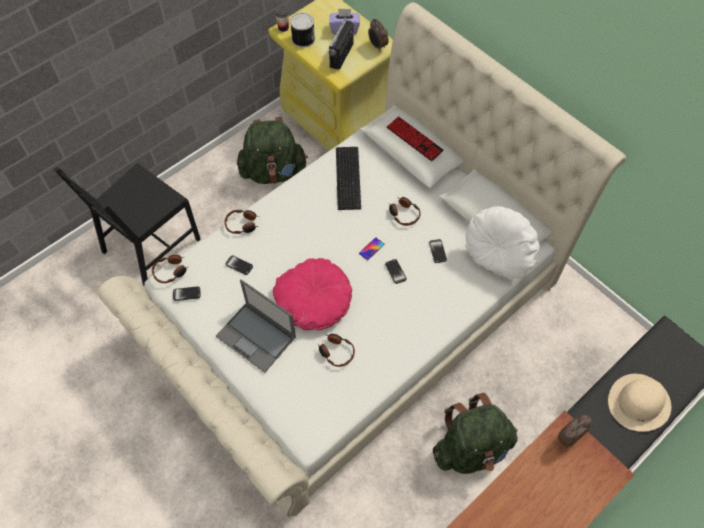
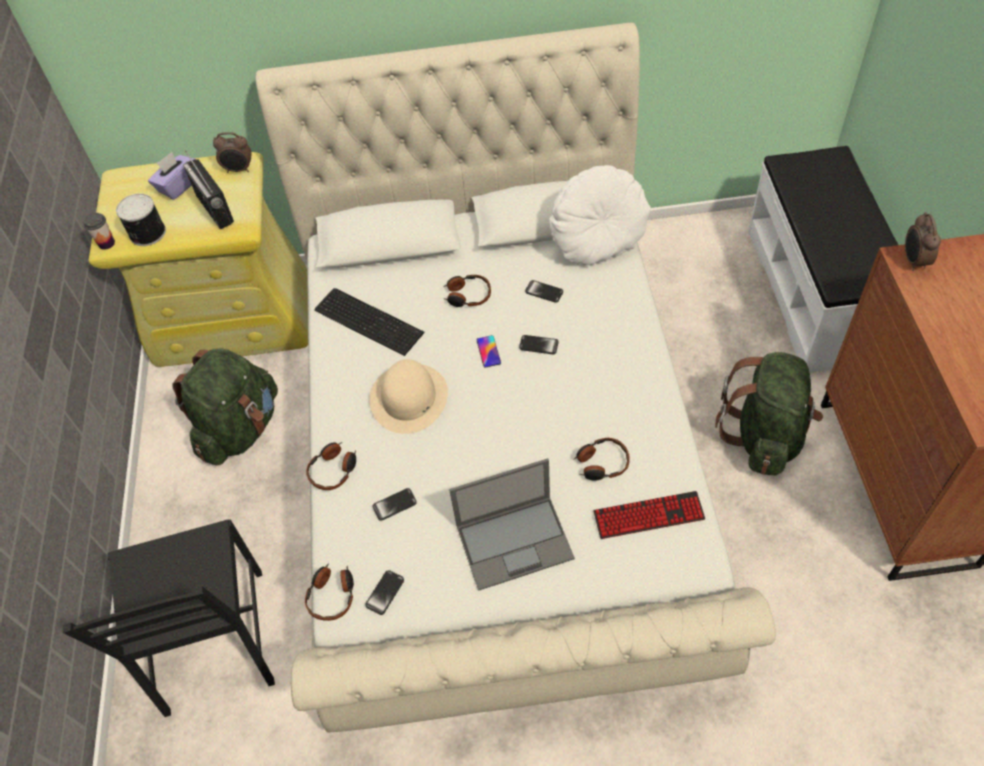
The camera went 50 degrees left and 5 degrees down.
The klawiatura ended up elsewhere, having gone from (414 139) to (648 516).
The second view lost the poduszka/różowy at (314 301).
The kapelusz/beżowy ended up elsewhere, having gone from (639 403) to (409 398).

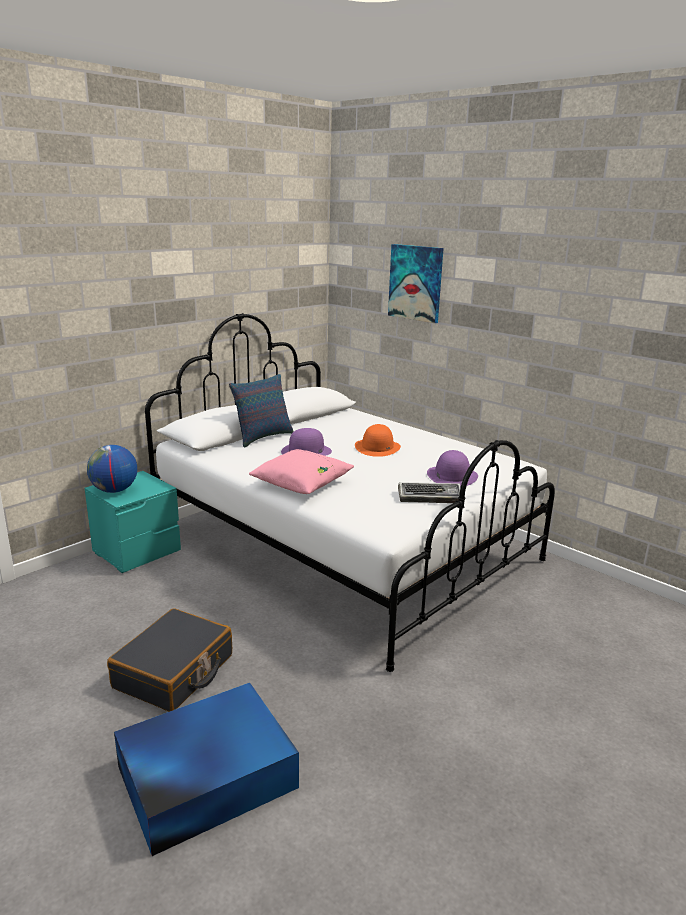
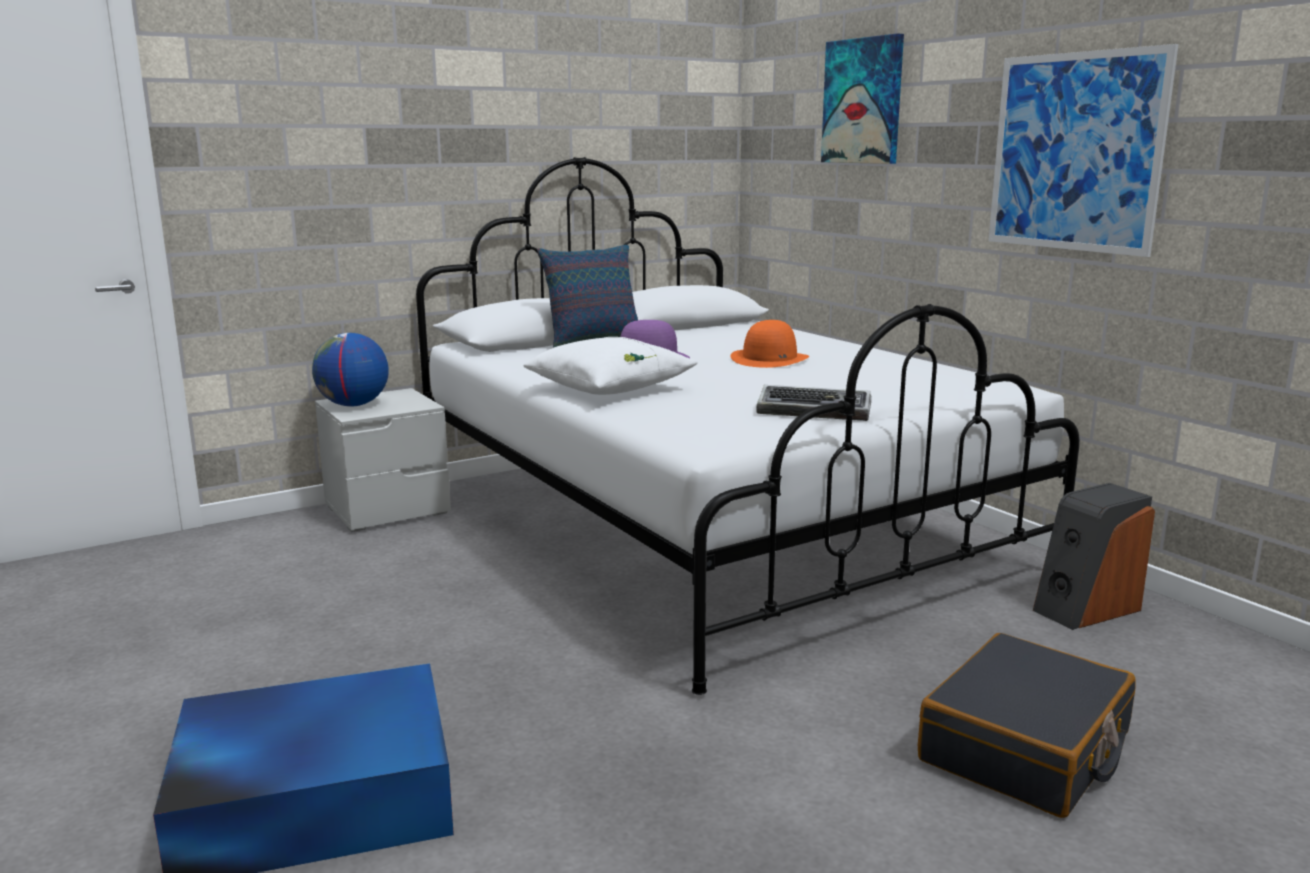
The camera went 15 degrees right and 5 degrees down.
What was the poduszka/różowy at (301 484) turned into the poduszka/biały at (609 389).
The second view lost the kapelusz/fioletowy at (452 476).
What was the szafka nocna/turkusowy at (136 552) turned into the szafka nocna/biały at (386 509).
The walizka/czarny ended up elsewhere, having gone from (174 672) to (1026 748).
The second view gained the obraz at (1075 152).
The second view gained the głośnik at (1085 609).

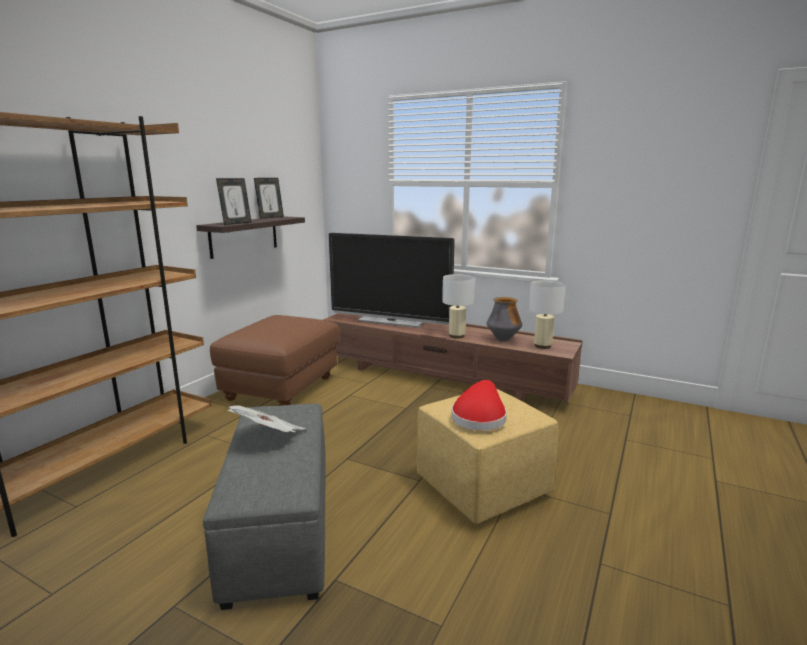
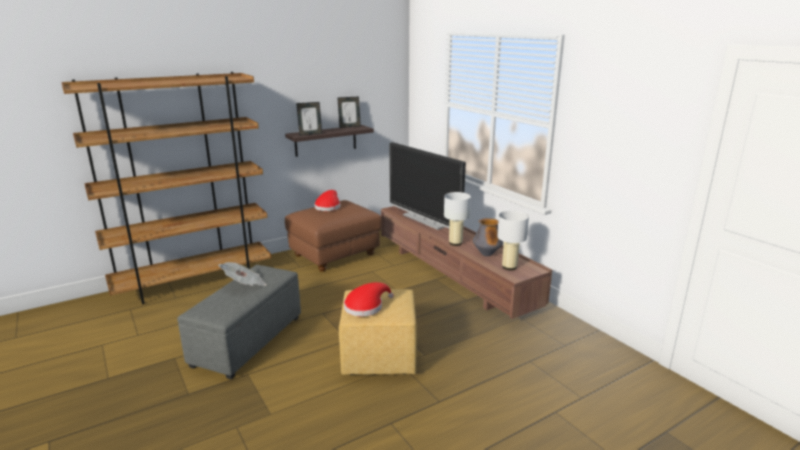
The camera went 30 degrees right and 5 degrees up.
The second view gained the kapelusz/czerwony at (328 207).

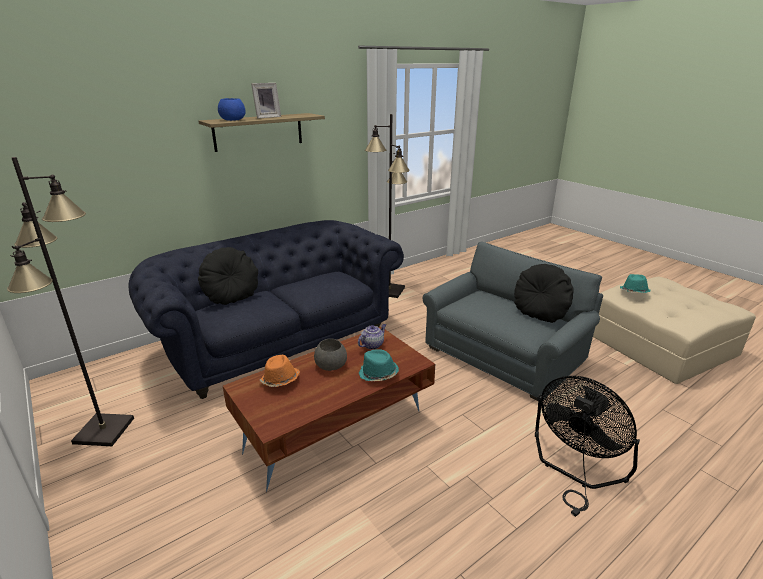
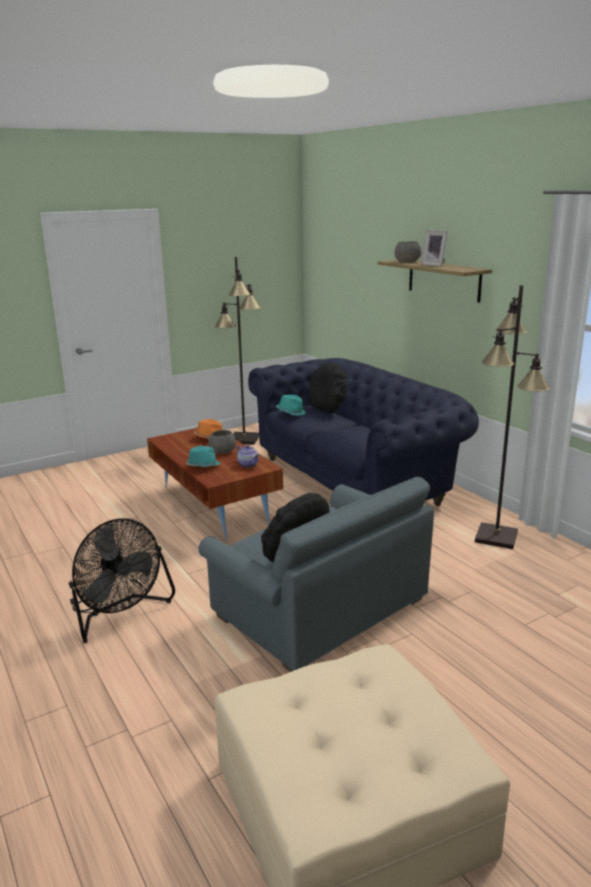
The camera went 95 degrees right and 5 degrees down.
What was the miska/niebieski at (232 120) turned into the miska/szary at (406 262).
The kapelusz/turkusowy ended up elsewhere, having gone from (634 292) to (291 412).

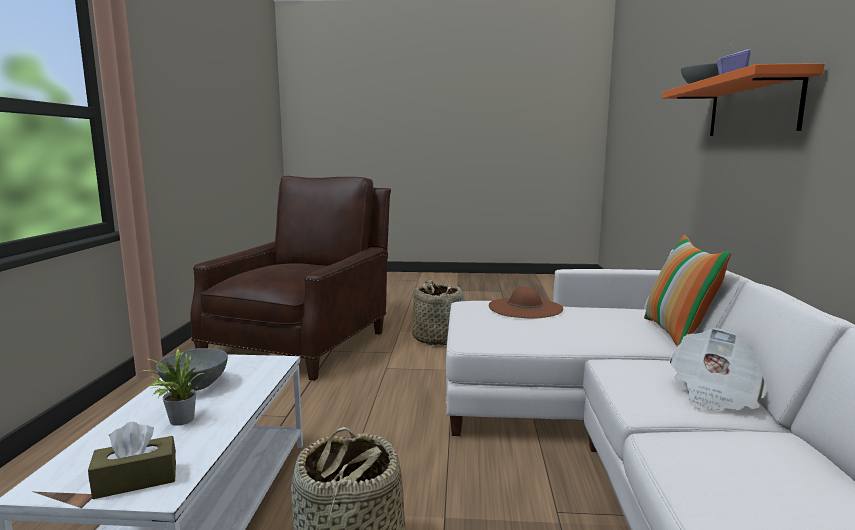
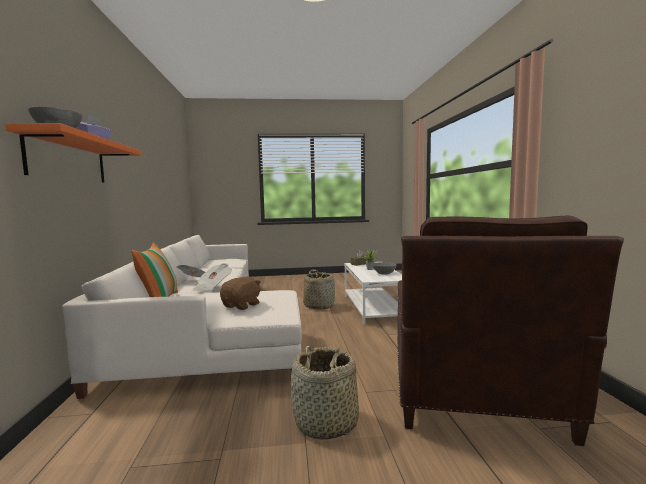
The camera went 170 degrees right and 5 degrees down.
Where the kapelusz/brązowy stood at (525 307), the pluszak/brązowy came to stand at (242 305).
The second view gained the gazeta at (212 287).

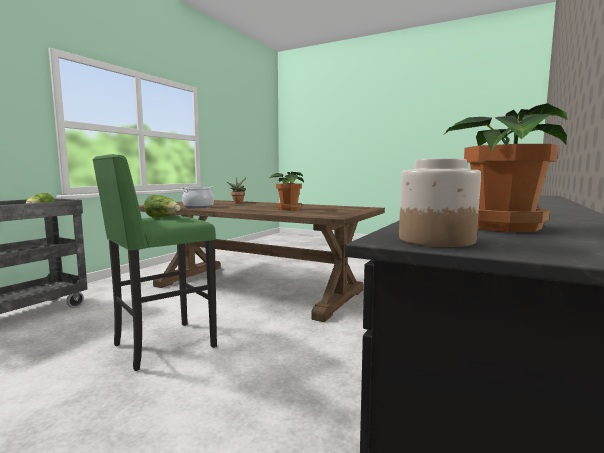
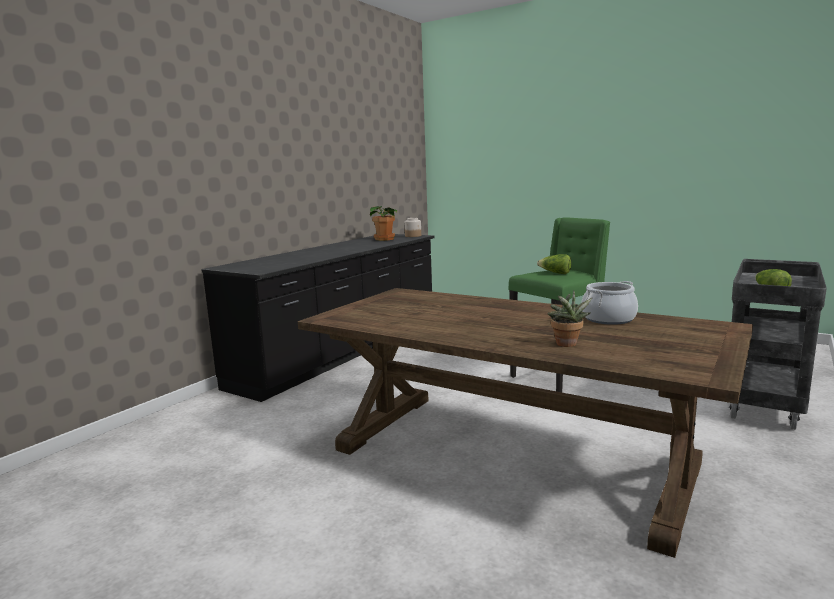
The camera went 175 degrees left and 5 degrees up.
The second view lost the roślina doniczkowa at (288 209).

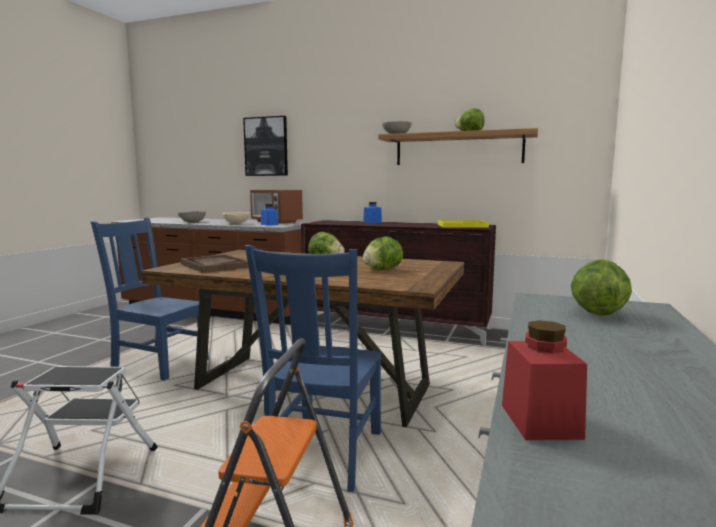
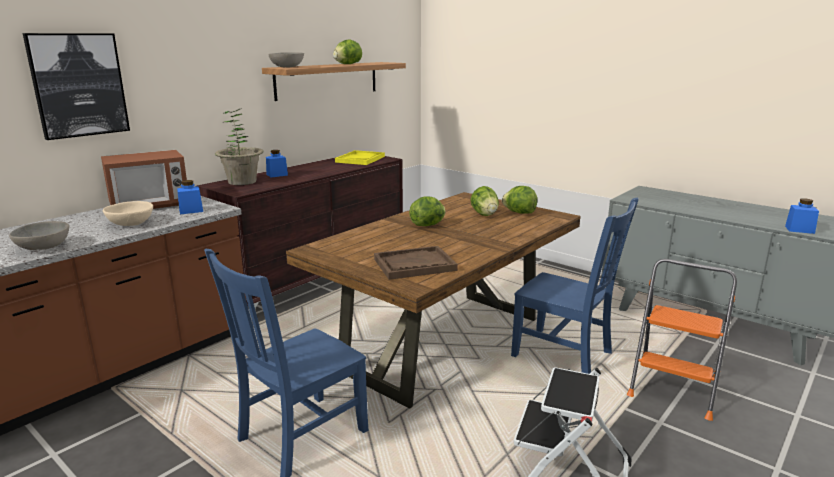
The camera went 70 degrees left and 10 degrees up.
The sałata ended up elsewhere, having gone from (596 313) to (519 213).
What was the słoik/czerwony at (540 421) turned into the słoik/niebieski at (799 230).
The second view gained the roślina doniczkowa at (242 182).

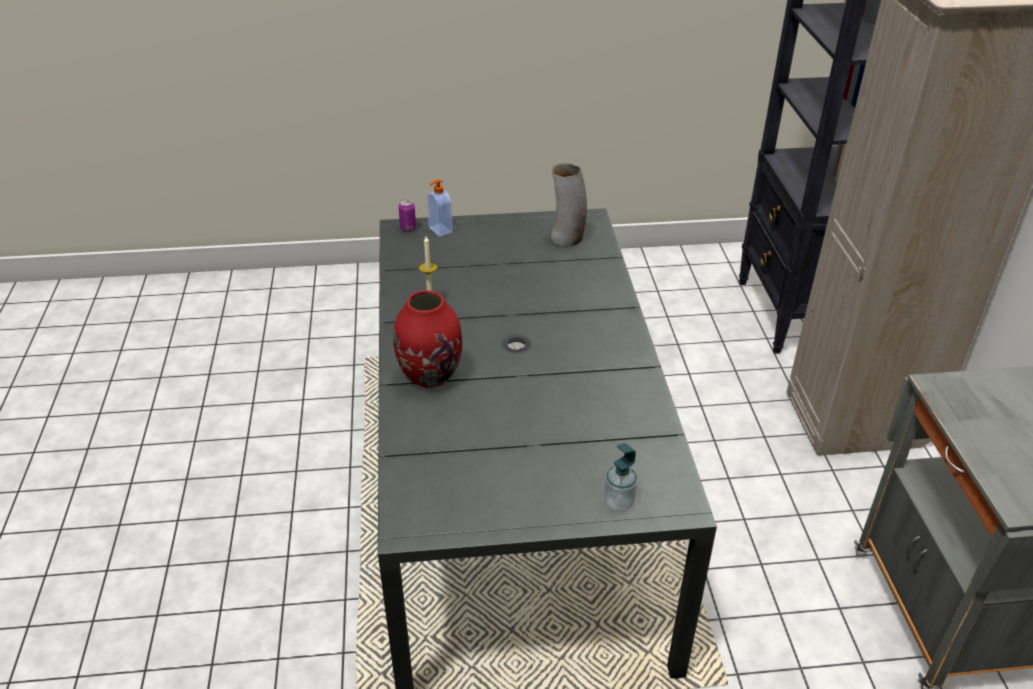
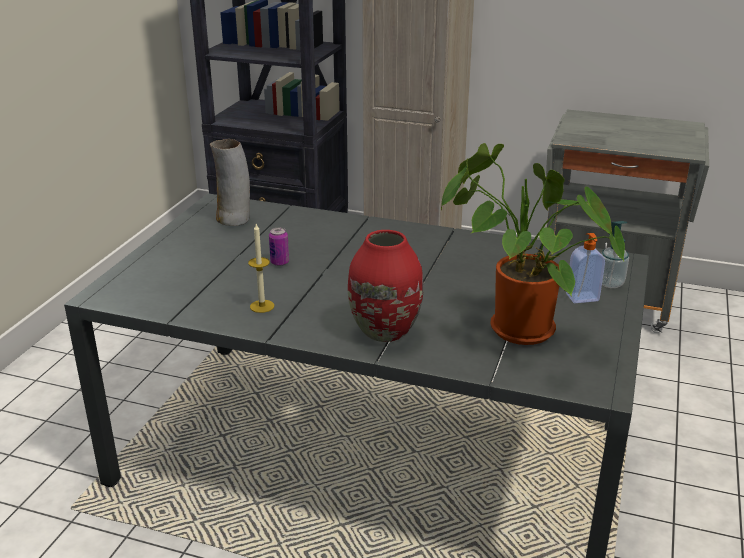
The camera went 65 degrees left and 10 degrees down.
The dozownik mydła ended up elsewhere, having gone from (439 230) to (582 298).
The puszka ended up elsewhere, having gone from (408 228) to (279 262).
The second view gained the roślina doniczkowa at (514 329).

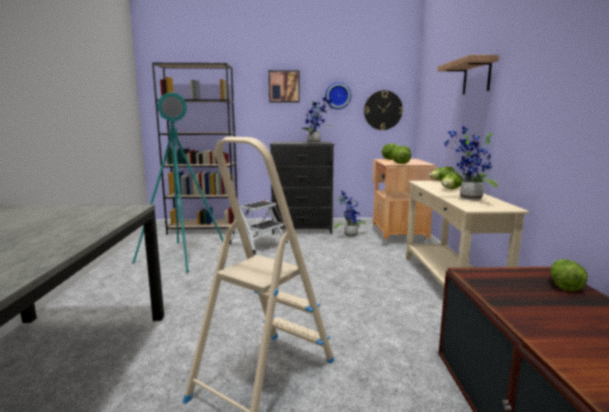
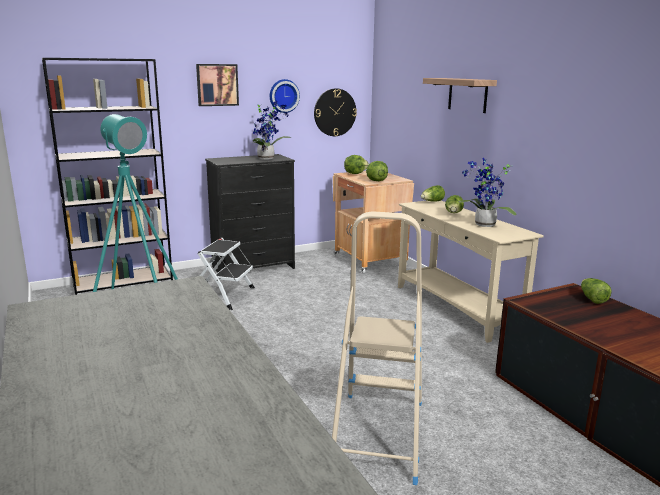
The camera went 25 degrees left and 5 degrees up.
The second view lost the roślina doniczkowa at (349 234).

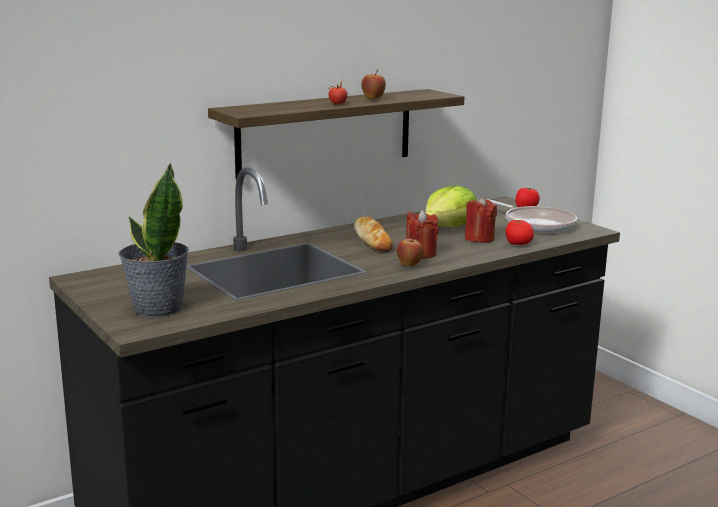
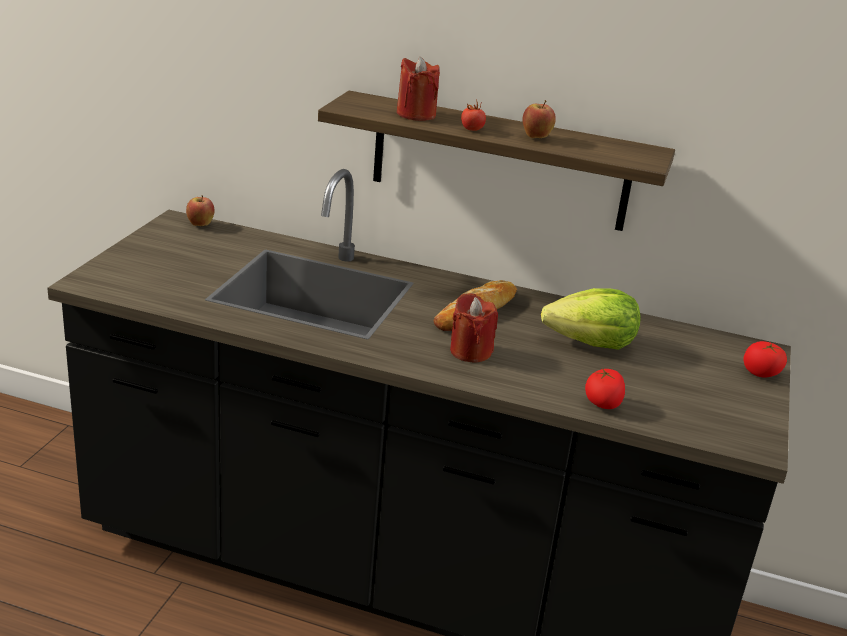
The camera went 50 degrees right and 10 degrees up.
The second view lost the roślina doniczkowa at (157 308).
The świeca/czerwony ended up elsewhere, having gone from (479 238) to (416 114).
The second view lost the patelnia at (536 224).
The jabłko ended up elsewhere, having gone from (409 265) to (200 225).

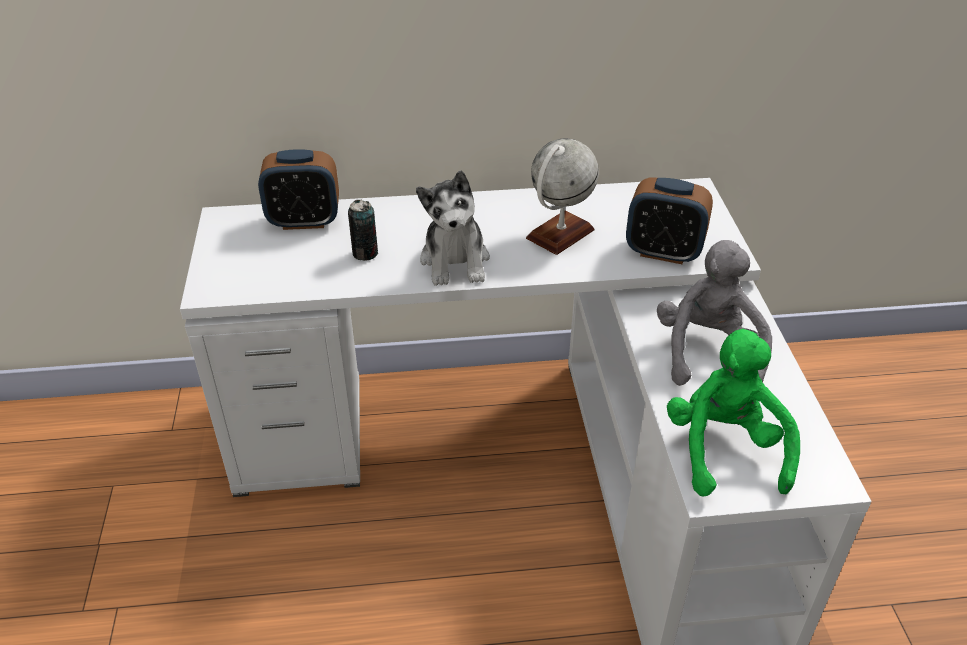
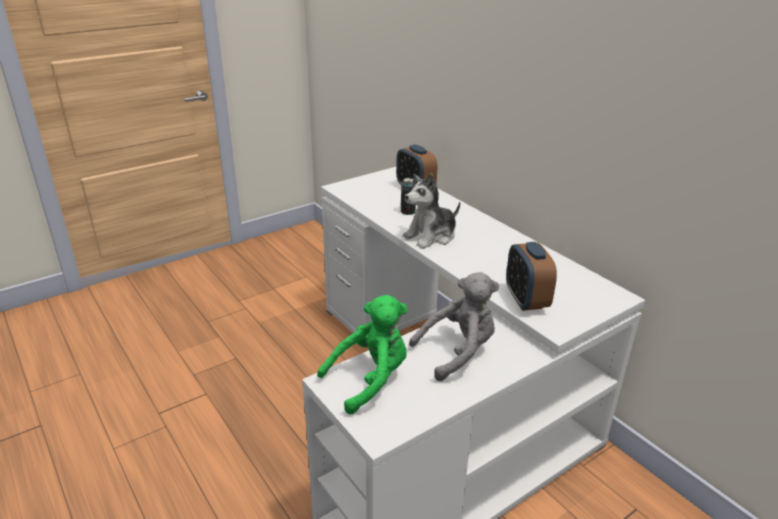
The camera went 60 degrees right and 10 degrees down.
The second view lost the globus at (560 234).

